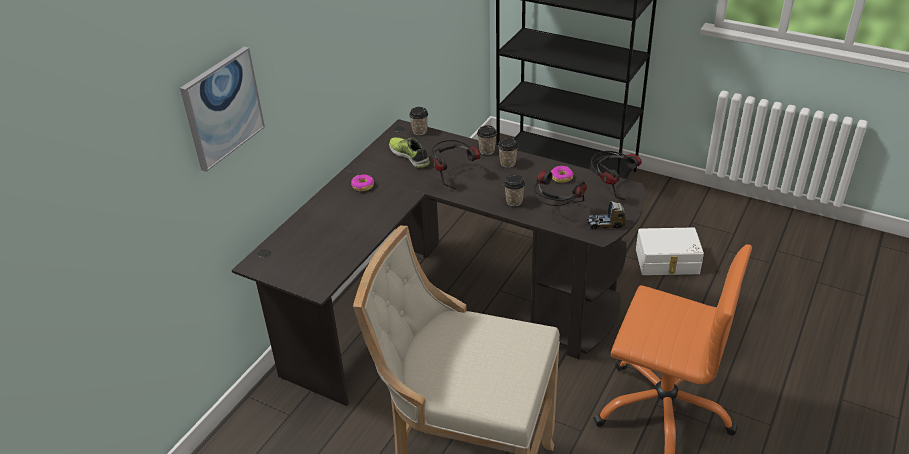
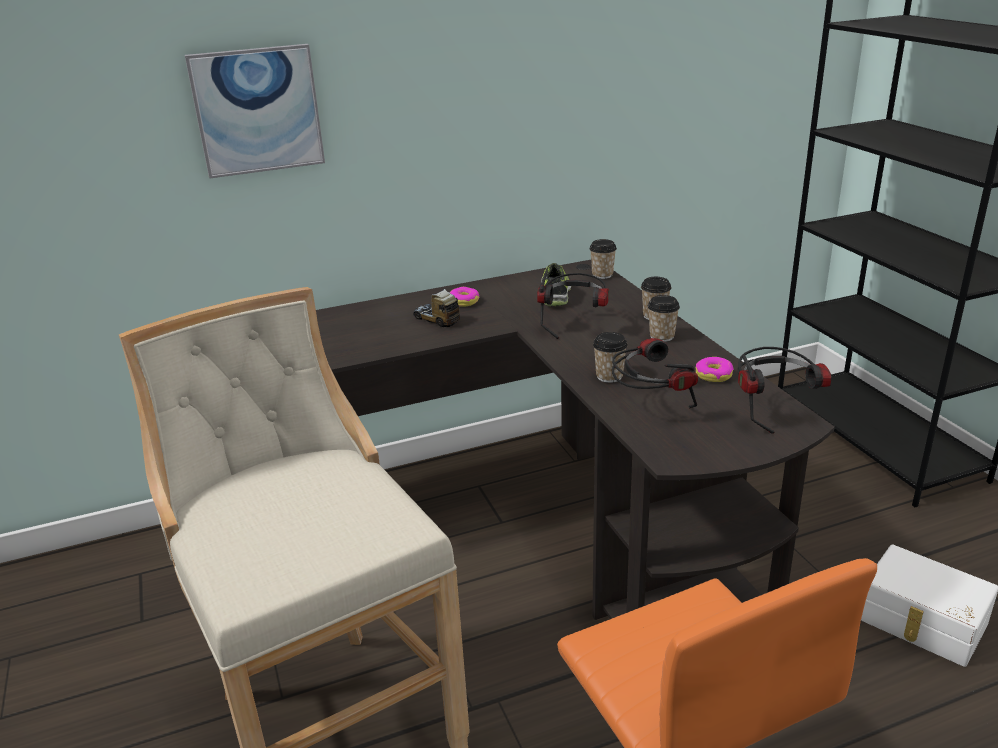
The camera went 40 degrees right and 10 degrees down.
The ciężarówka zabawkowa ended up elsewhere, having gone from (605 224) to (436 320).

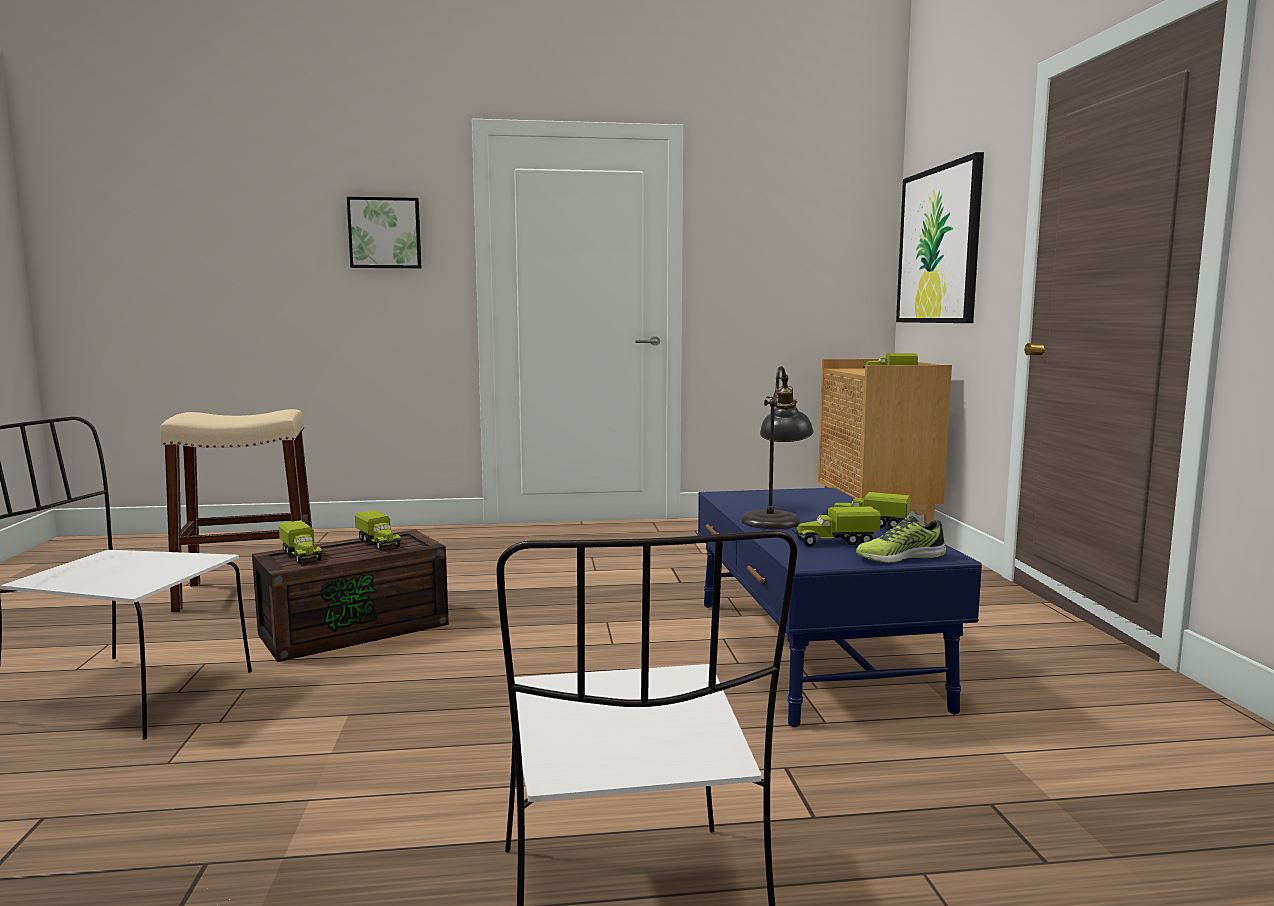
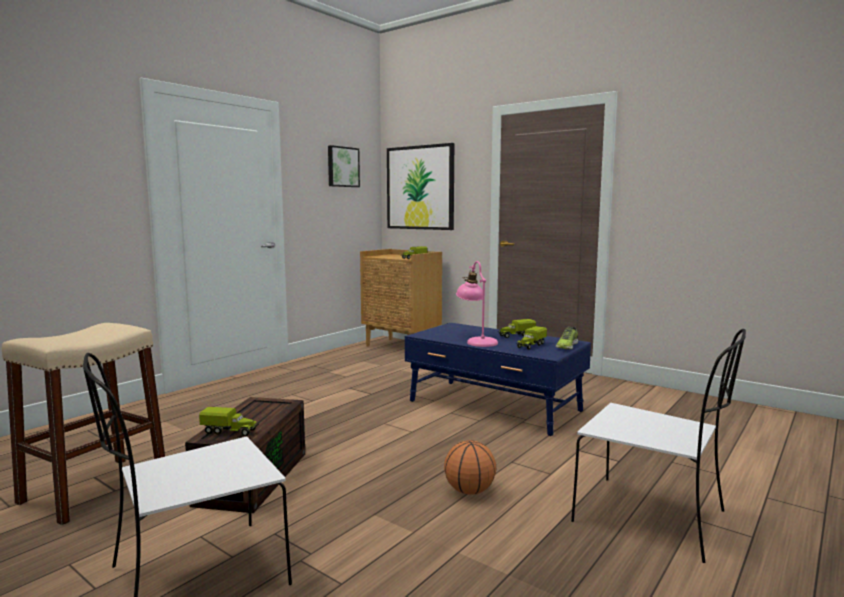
The camera went 45 degrees left and 0 degrees up.
The obraz ended up elsewhere, having gone from (385 233) to (342 167).
What was the lampa stołowa/szary at (775 516) turned into the lampa stołowa/różowy at (475 340).
The second view lost the ciężarówka zabawkowa at (379 543).
The second view gained the piłka do koszykówki at (469 491).

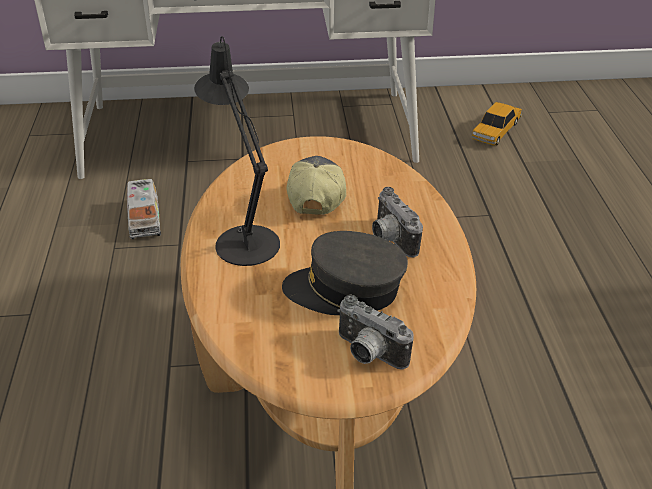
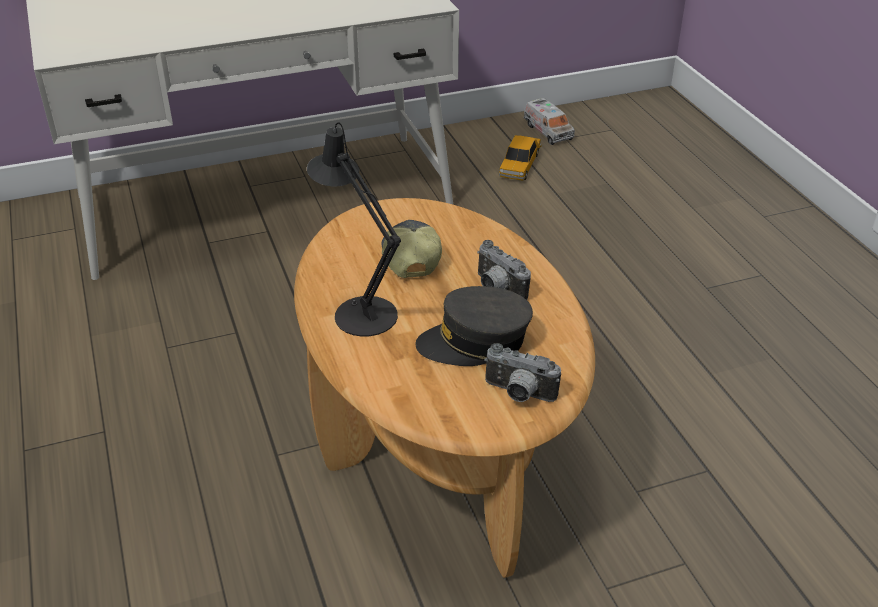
The camera went 15 degrees left and 0 degrees up.
The ciężarówka zabawkowa ended up elsewhere, having gone from (144 219) to (548 131).

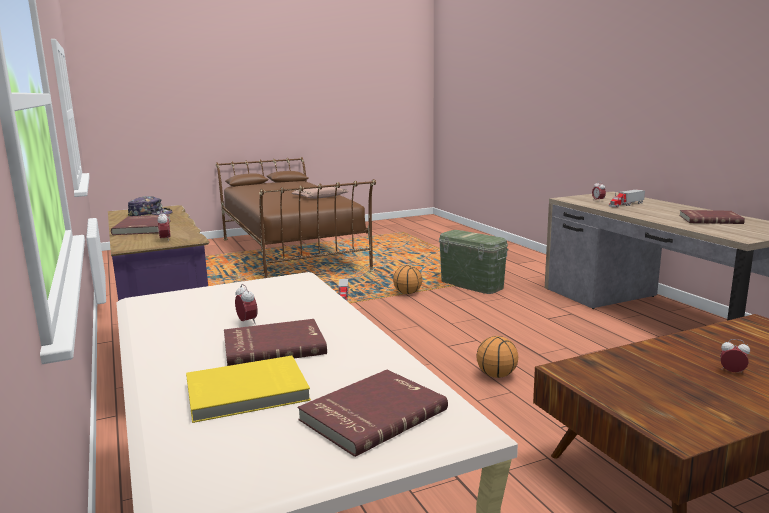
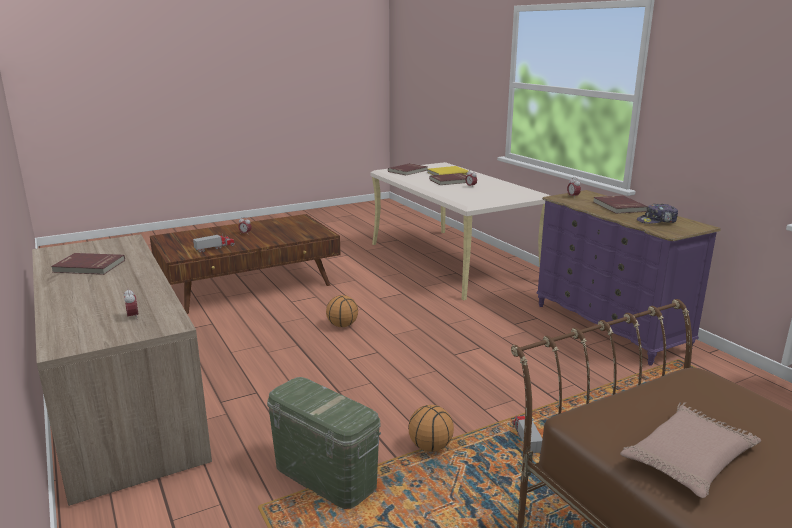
The camera went 175 degrees right and 5 degrees up.
The ciężarówka zabawkowa ended up elsewhere, having gone from (625 205) to (215 248).

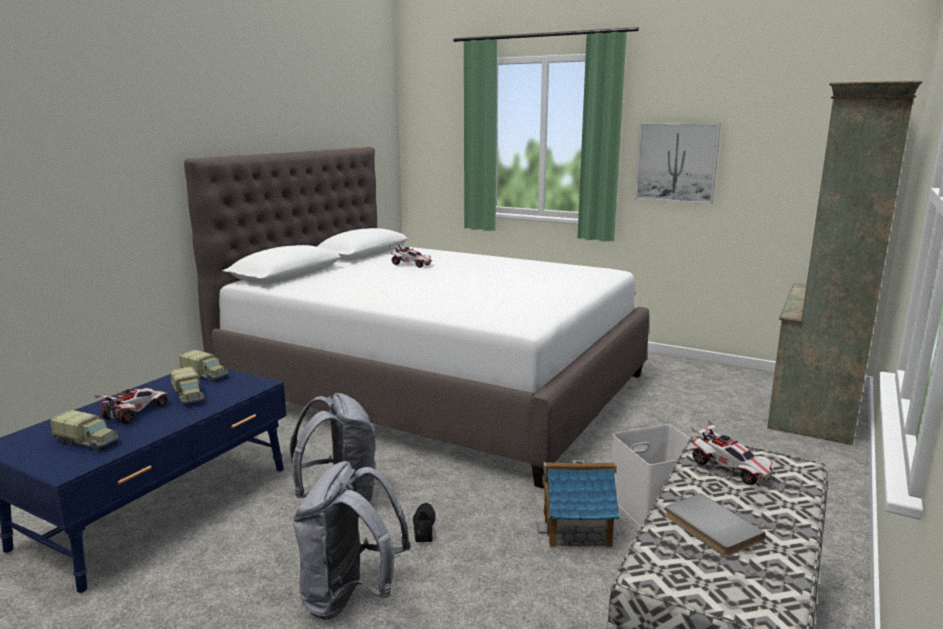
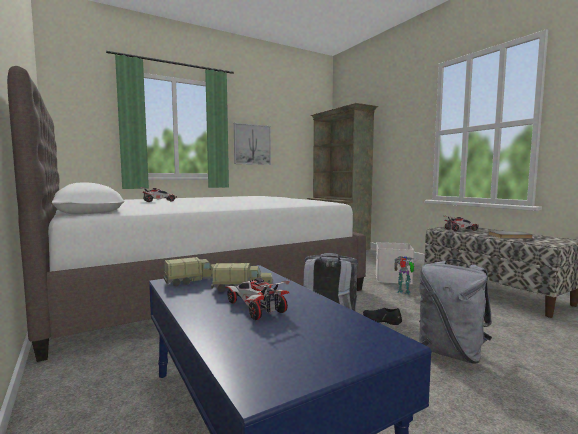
The camera went 60 degrees left and 10 degrees down.
The second view lost the ciężarówka zabawkowa at (87 442).
Where the domek stood at (577 529), the robot zabawkowy came to stand at (404 292).

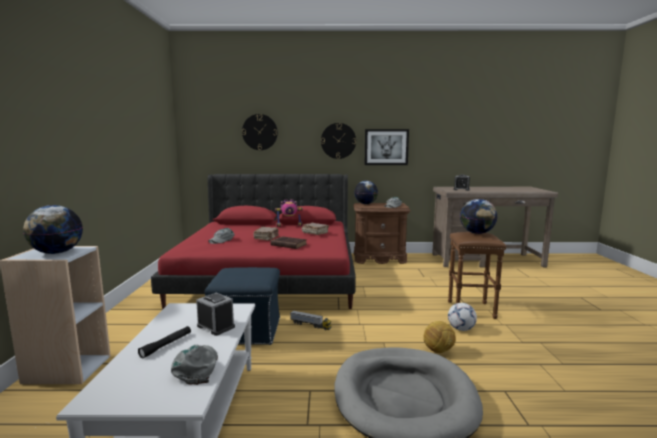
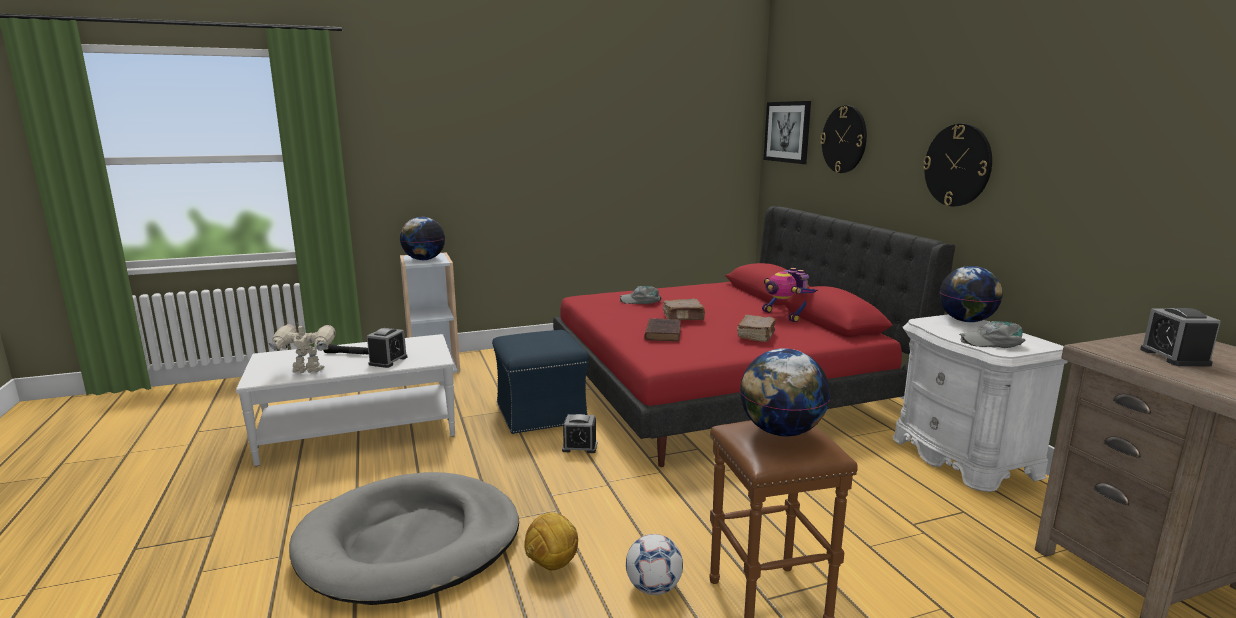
The camera went 70 degrees right and 5 degrees up.
The obraz ended up elsewhere, having gone from (386 147) to (787 132).
What was the szafka nocna/brązowy at (380 259) turned into the szafka nocna/biały at (960 457).
Where the ciężarówka zabawkowa stood at (310 325), the budzik came to stand at (580 447).
Where the czapka z daszkiem/szary stood at (197 367), the robot zabawkowy came to stand at (307 371).

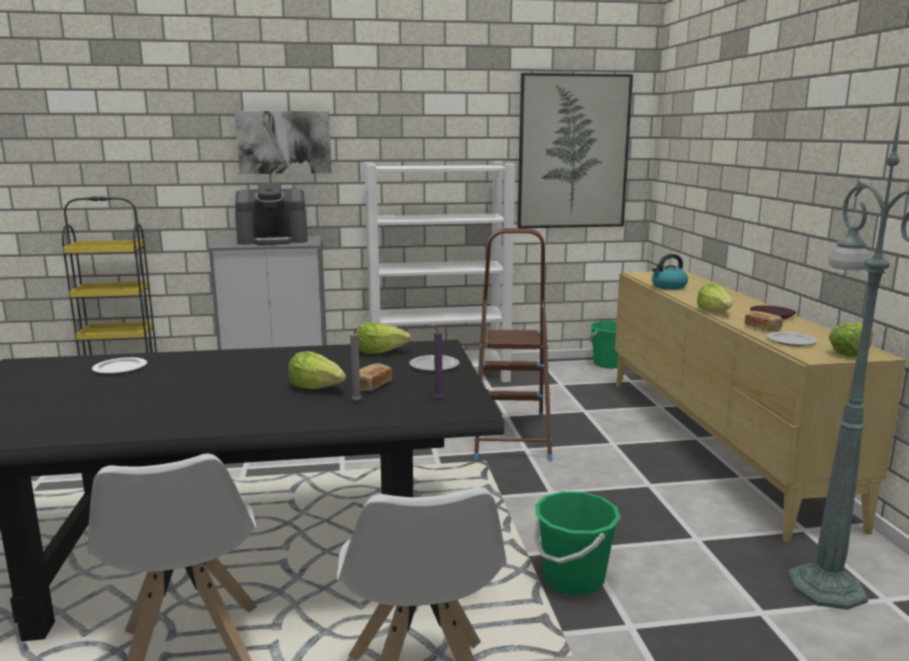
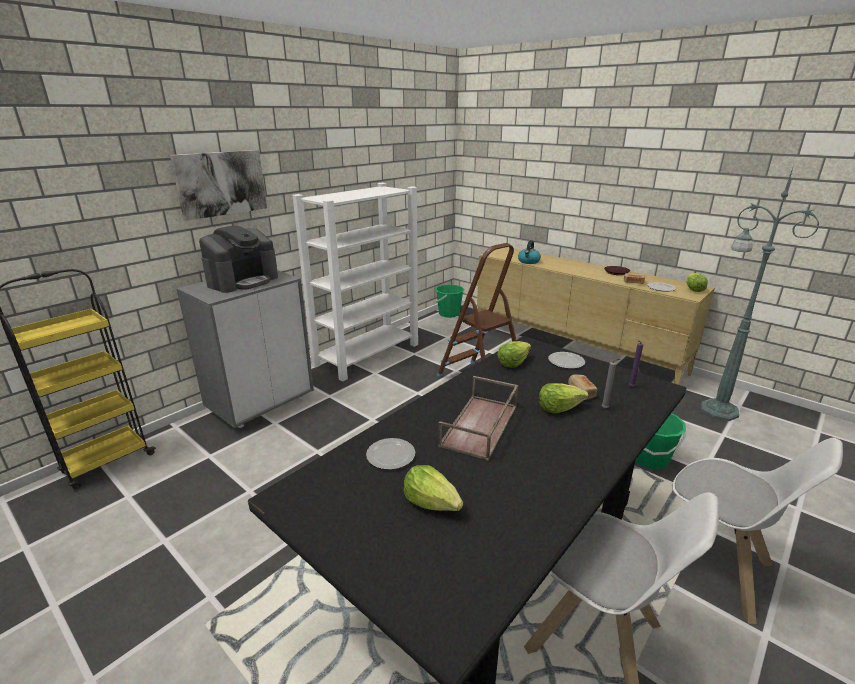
The camera went 40 degrees left and 10 degrees up.
The second view lost the obraz at (573 152).
The sałata ended up elsewhere, having gone from (715 311) to (432 502).
The second view gained the taca/brązowy at (480 426).

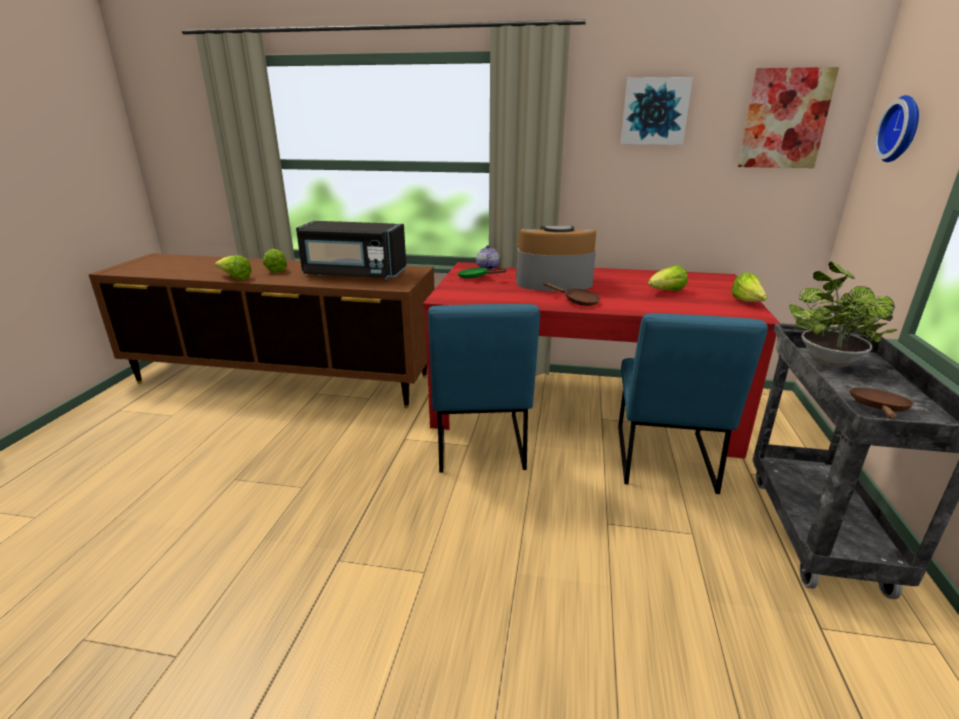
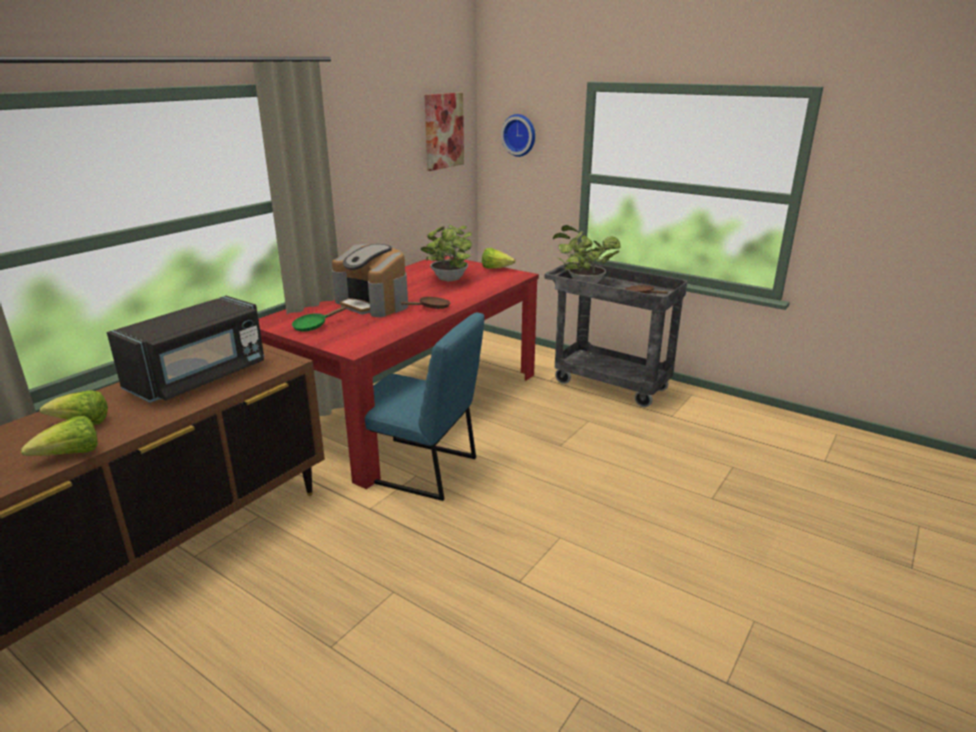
The camera went 65 degrees left and 0 degrees up.
The second view lost the obraz at (654 111).
The ekspres do kawy at (553 282) ended up facing another way, 75 degrees counterclockwise from before.
The second view lost the imbryk at (487 267).
Where the sałata stood at (666 292), the roślina doniczkowa came to stand at (448 280).
The second view lost the krzesło/niebieski at (663 459).

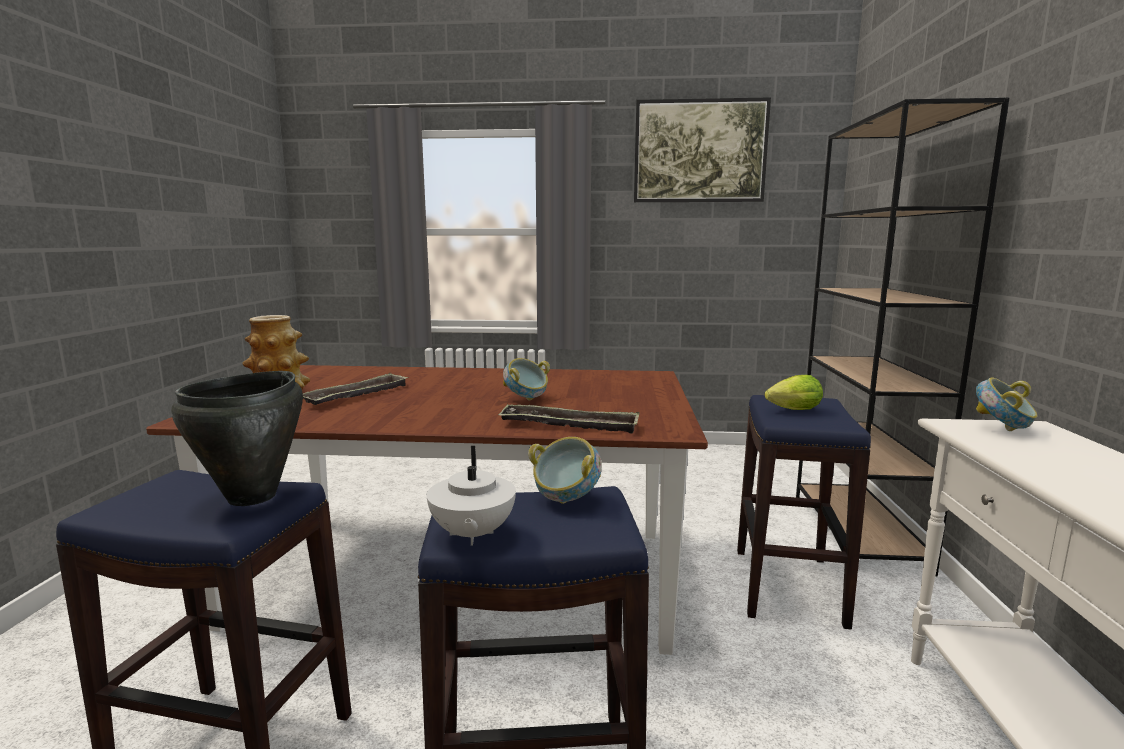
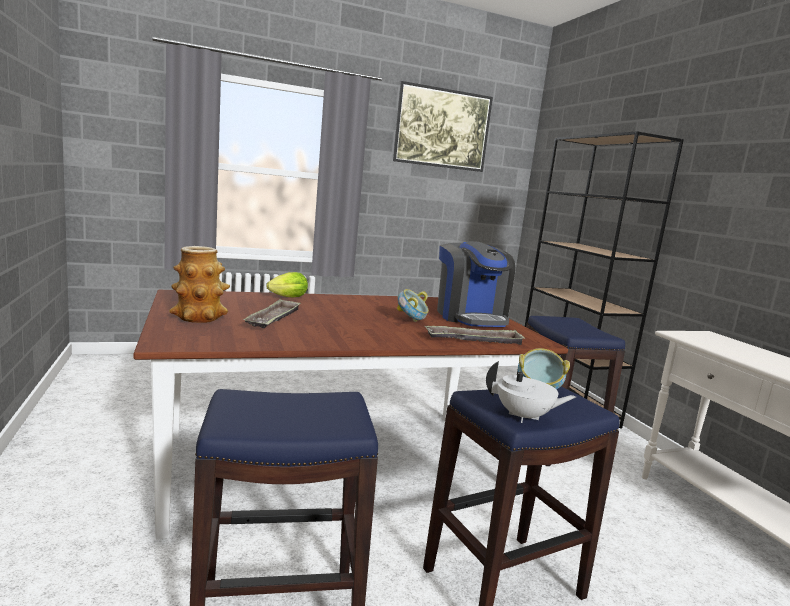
The camera went 25 degrees left and 0 degrees up.
The second view lost the garnek/czarny at (253 497).
The sałata ended up elsewhere, having gone from (791 410) to (286 297).
The second view lost the miska at (1001 429).
The imbryk/biały at (472 535) ended up facing another way, 45 degrees counterclockwise from before.
The second view gained the ekspres do kawy at (470 317).

